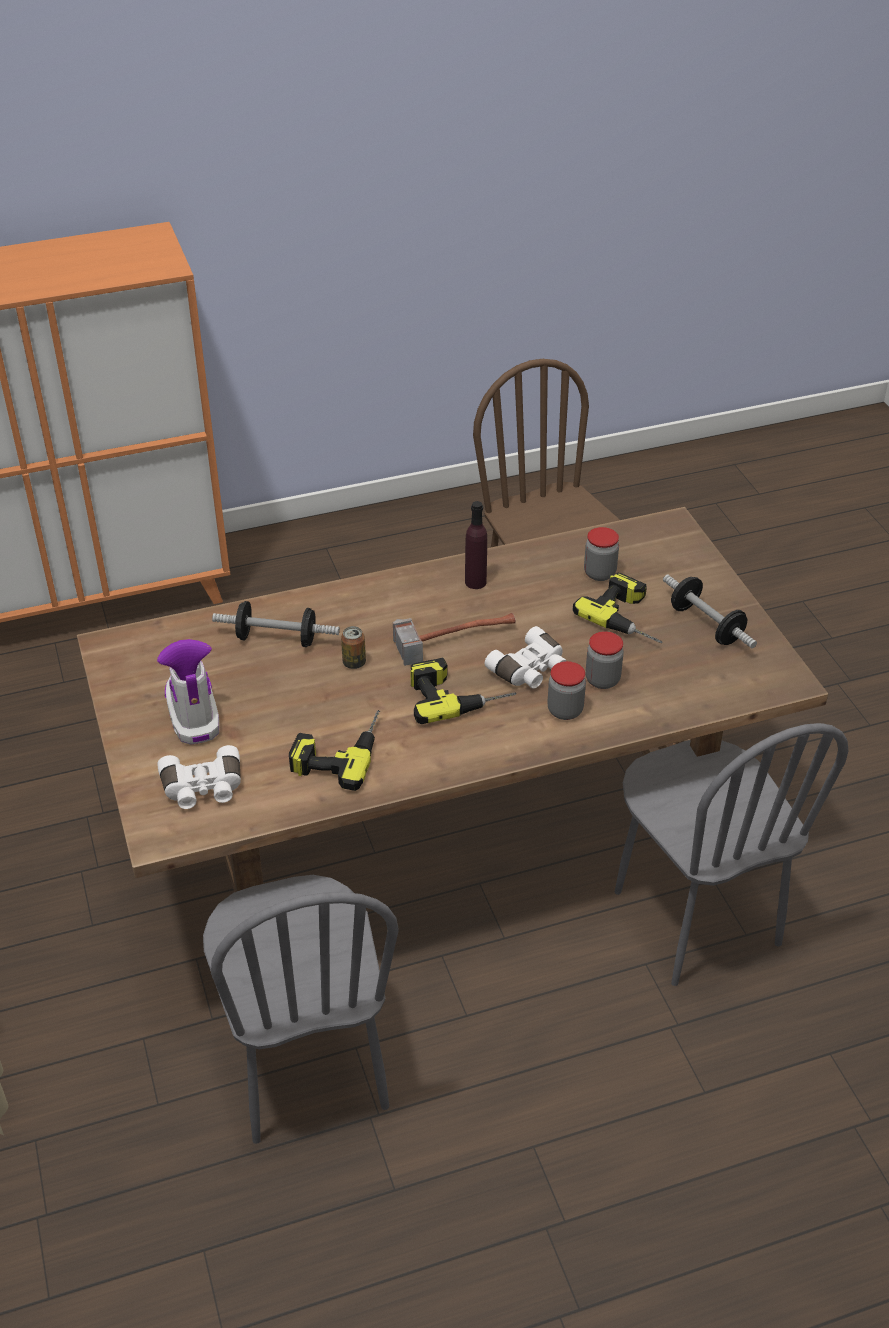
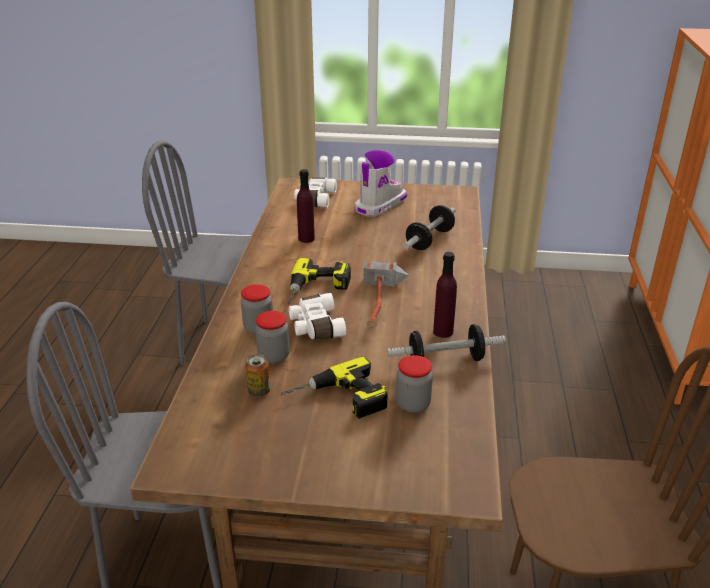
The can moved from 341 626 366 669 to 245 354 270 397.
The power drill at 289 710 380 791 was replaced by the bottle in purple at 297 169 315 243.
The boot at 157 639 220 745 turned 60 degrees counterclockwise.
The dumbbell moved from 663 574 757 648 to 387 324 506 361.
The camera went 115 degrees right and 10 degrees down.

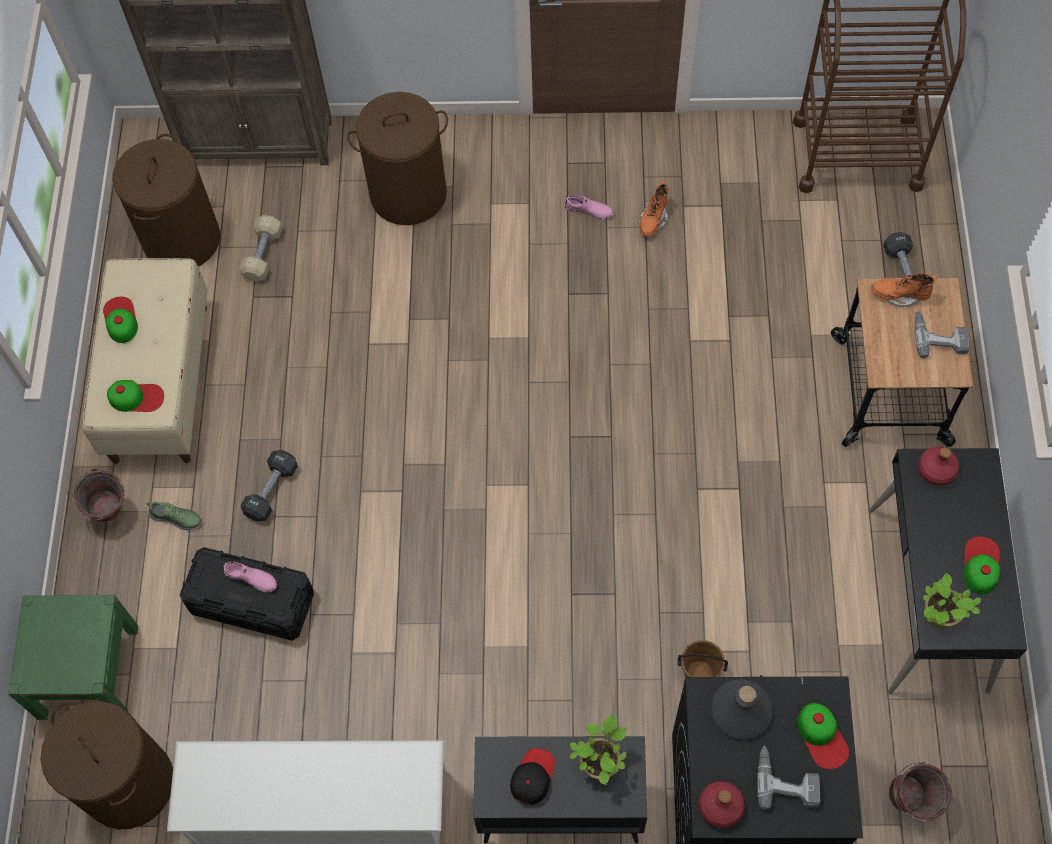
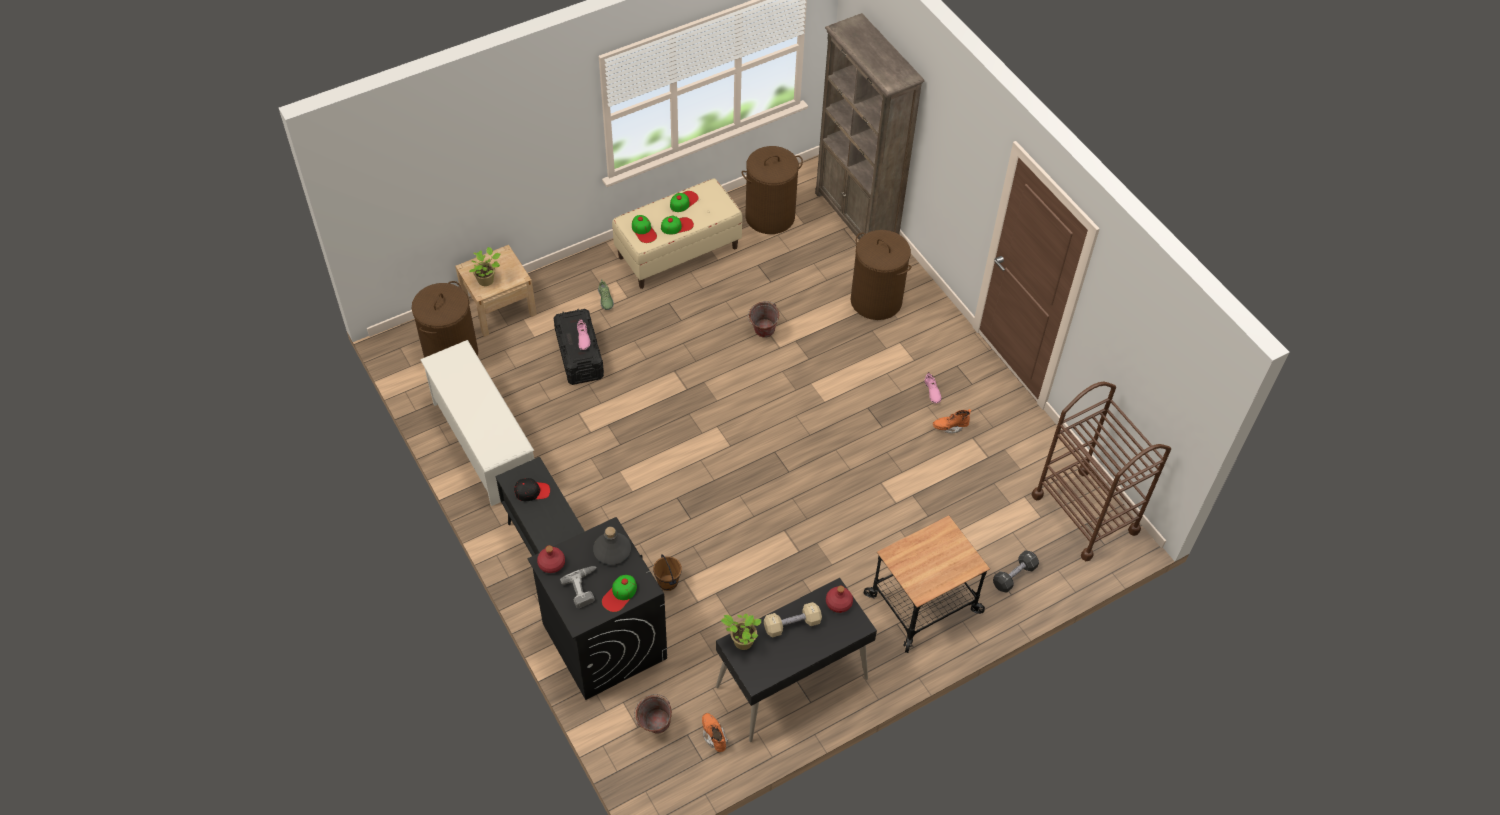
The nightstand in green at 8 595 138 720 became the nightstand in beige at 455 245 537 337.
The potted plant moved from 570 714 627 785 to 469 247 501 286.
The cap moved from 964 537 1000 594 to 661 216 694 235.
The boot in orange moved from 871 273 938 307 to 702 713 728 752.
The bucket moved from 71 469 124 522 to 748 301 779 338.
The dumbbell in beige moved from 239 215 282 282 to 764 602 822 637.
The dumbbell in black at 240 450 298 522 disappeared.
The power drill at 915 311 970 358 disappeared.
The camera went 55 degrees right and 10 degrees down.

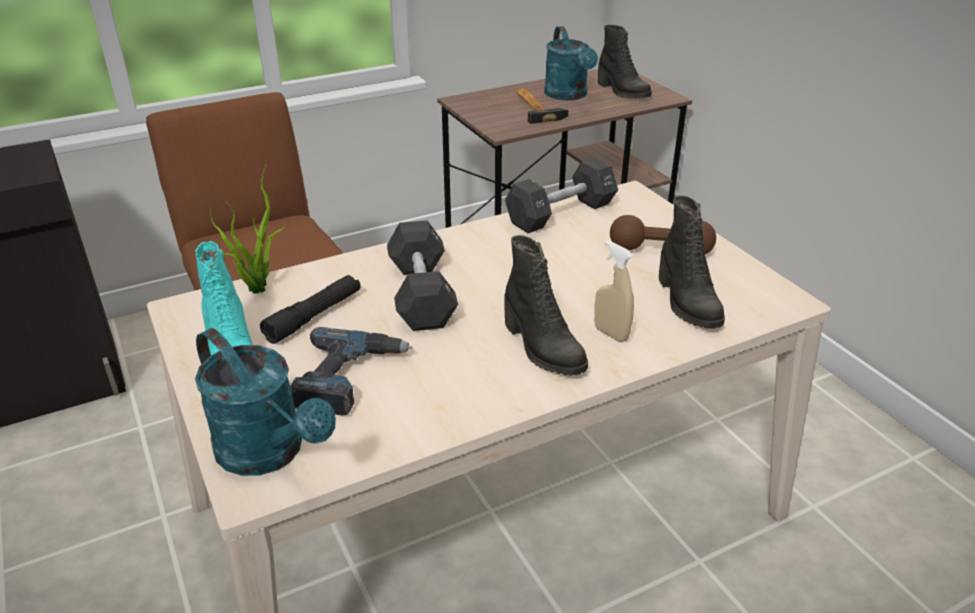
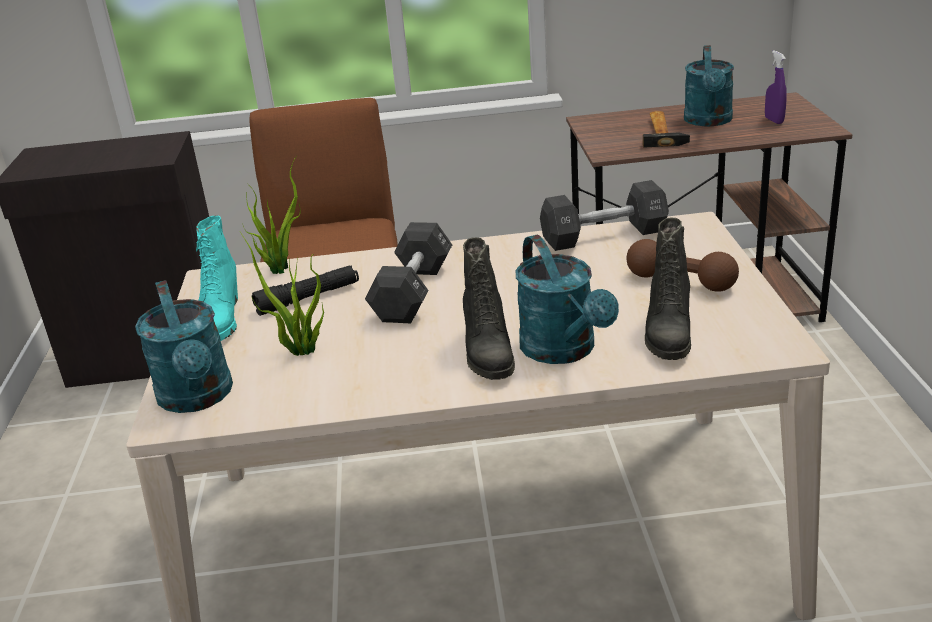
The power drill at 291 327 412 416 was replaced by the potted plant at 240 232 324 356.
The spray bottle in beige at 594 240 634 342 was replaced by the watering can in turquoise at 516 234 619 364.
The boot in black at 598 25 652 98 was replaced by the spray bottle in purple at 765 51 787 124.
The camera went 25 degrees right and 5 degrees down.

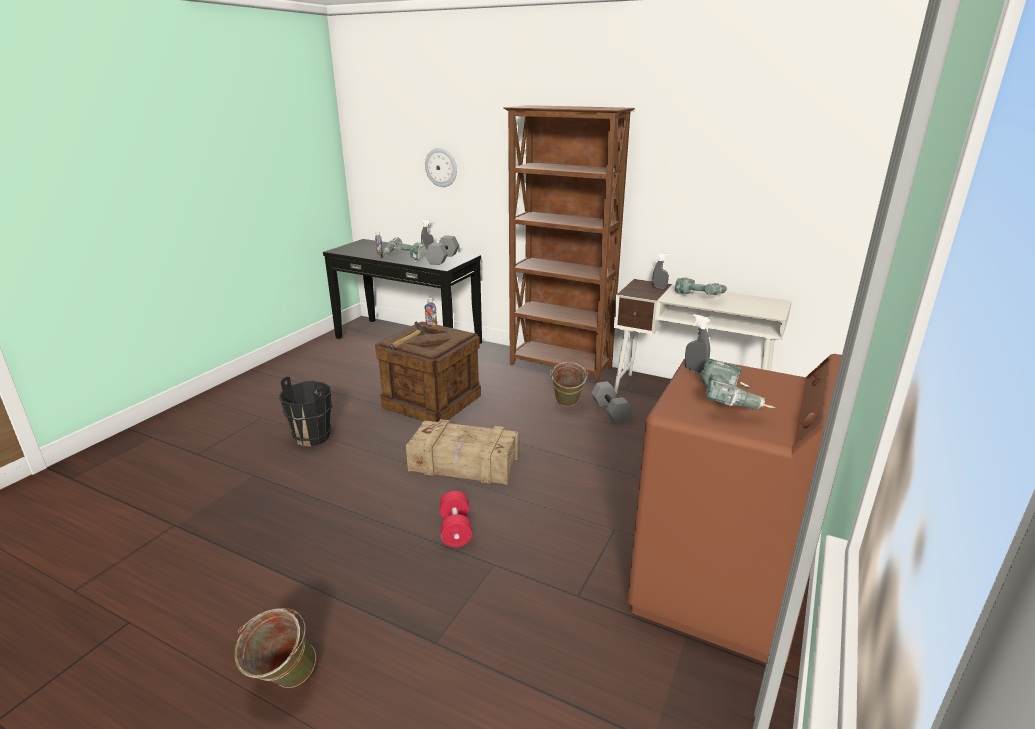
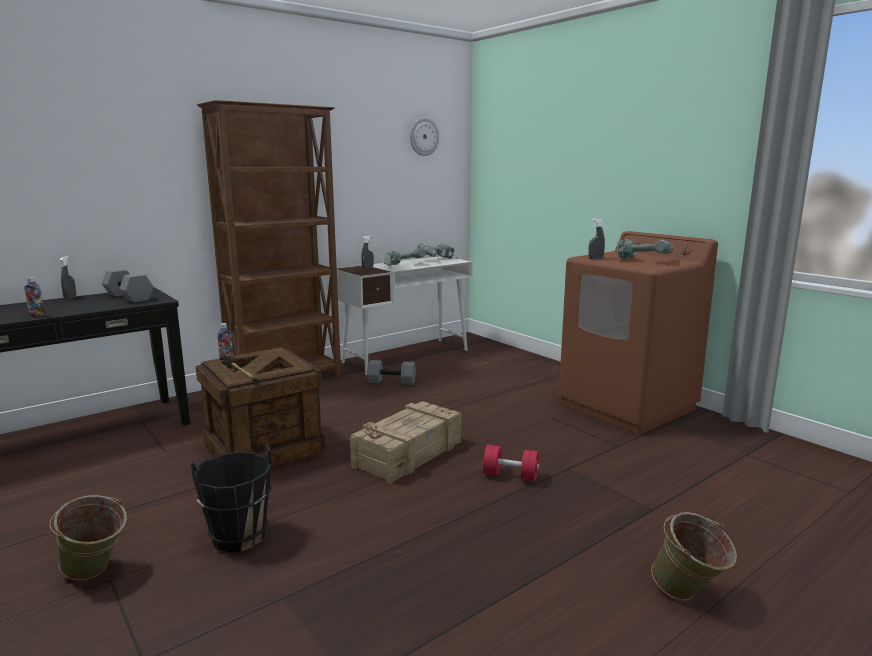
The bucket in green moved from 550 362 588 406 to 49 495 127 580.
The wall clock moved from 425 148 457 187 to 410 118 439 156.
The power drill moved from 382 237 426 263 to 417 243 458 259.
The camera went 65 degrees left and 10 degrees down.

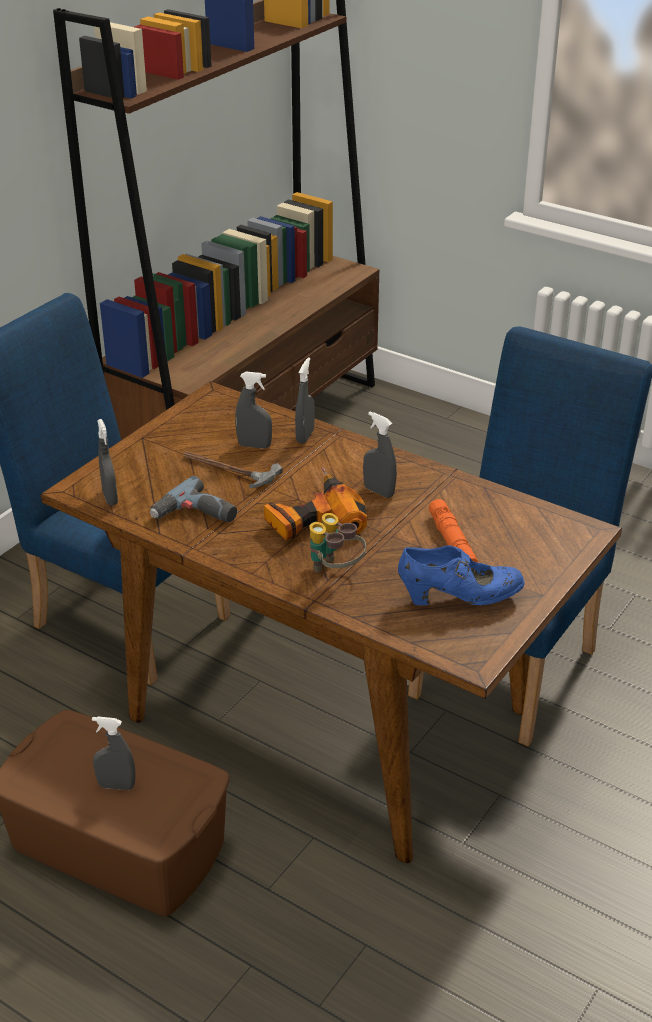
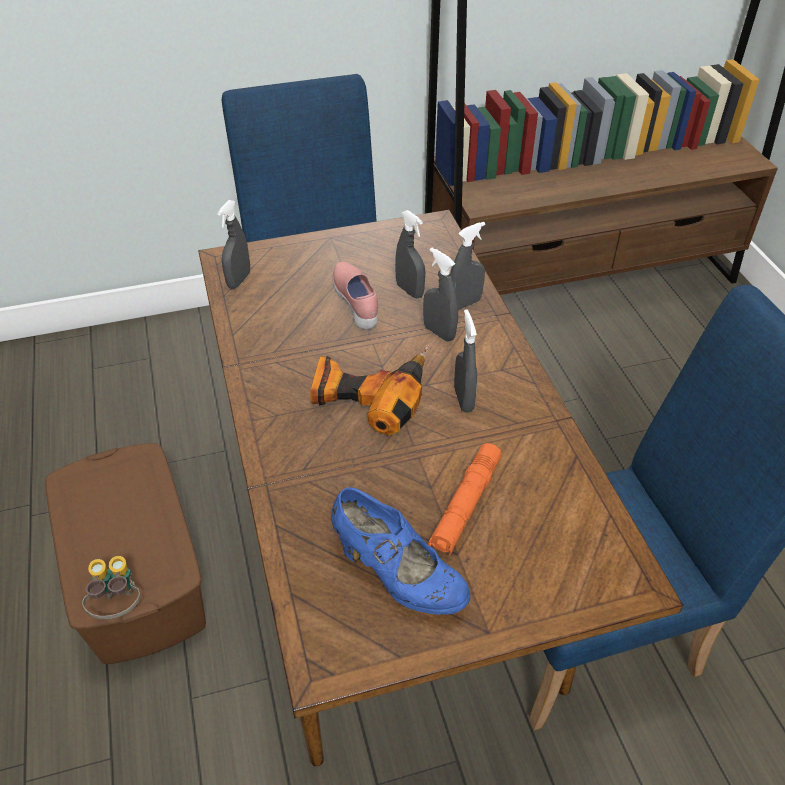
The binoculars moved from 310 513 366 573 to 82 556 141 619.
The hammer at 183 451 283 489 was replaced by the shoe in pink at 333 262 378 330.
The spray bottle in grey moved from 92 716 136 790 to 423 248 458 342.
The power drill at 150 476 237 523 disappeared.
The camera went 40 degrees right and 10 degrees up.

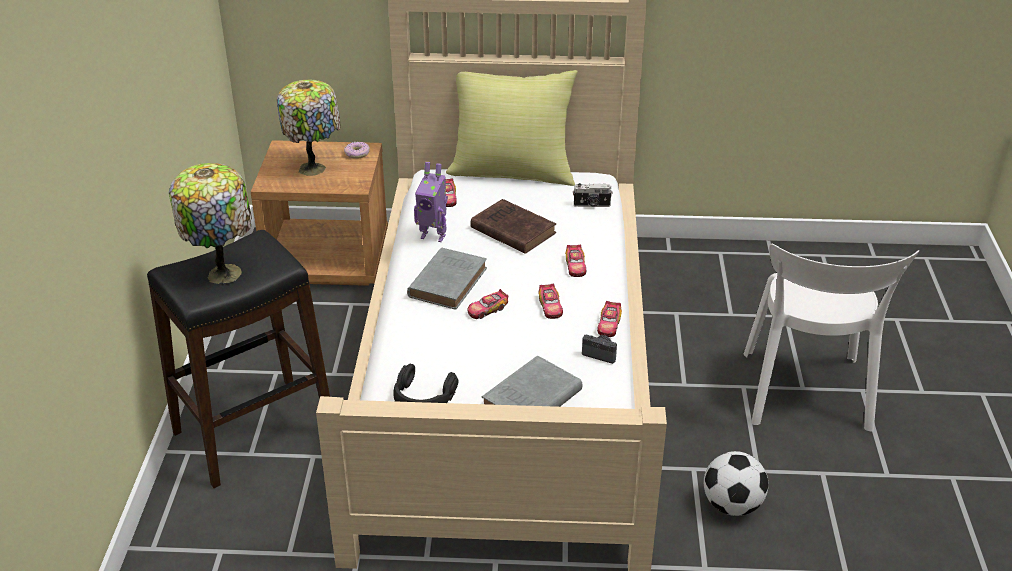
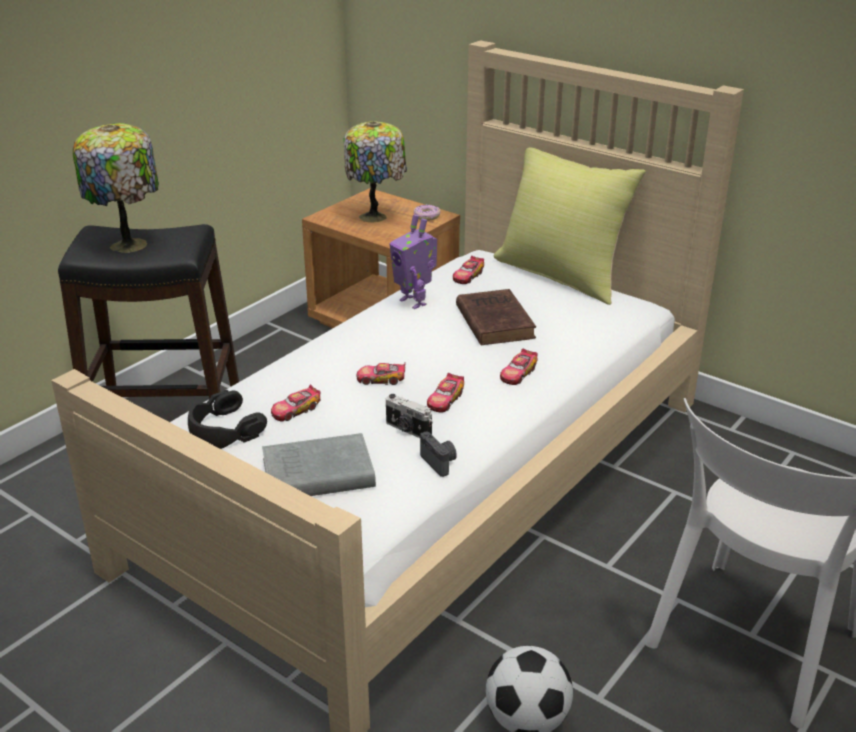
The toy car moved from 597 301 622 337 to 271 384 321 422.
The photo camera moved from 573 183 613 207 to 386 394 432 438.
The book in grey at 407 247 487 310 disappeared.
The camera went 35 degrees right and 5 degrees down.

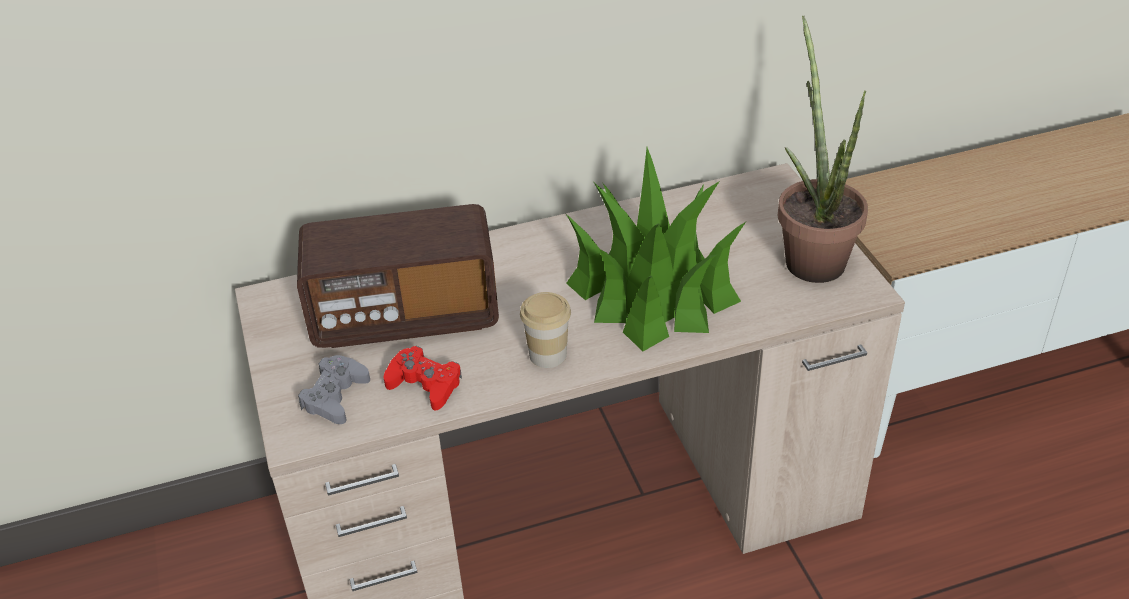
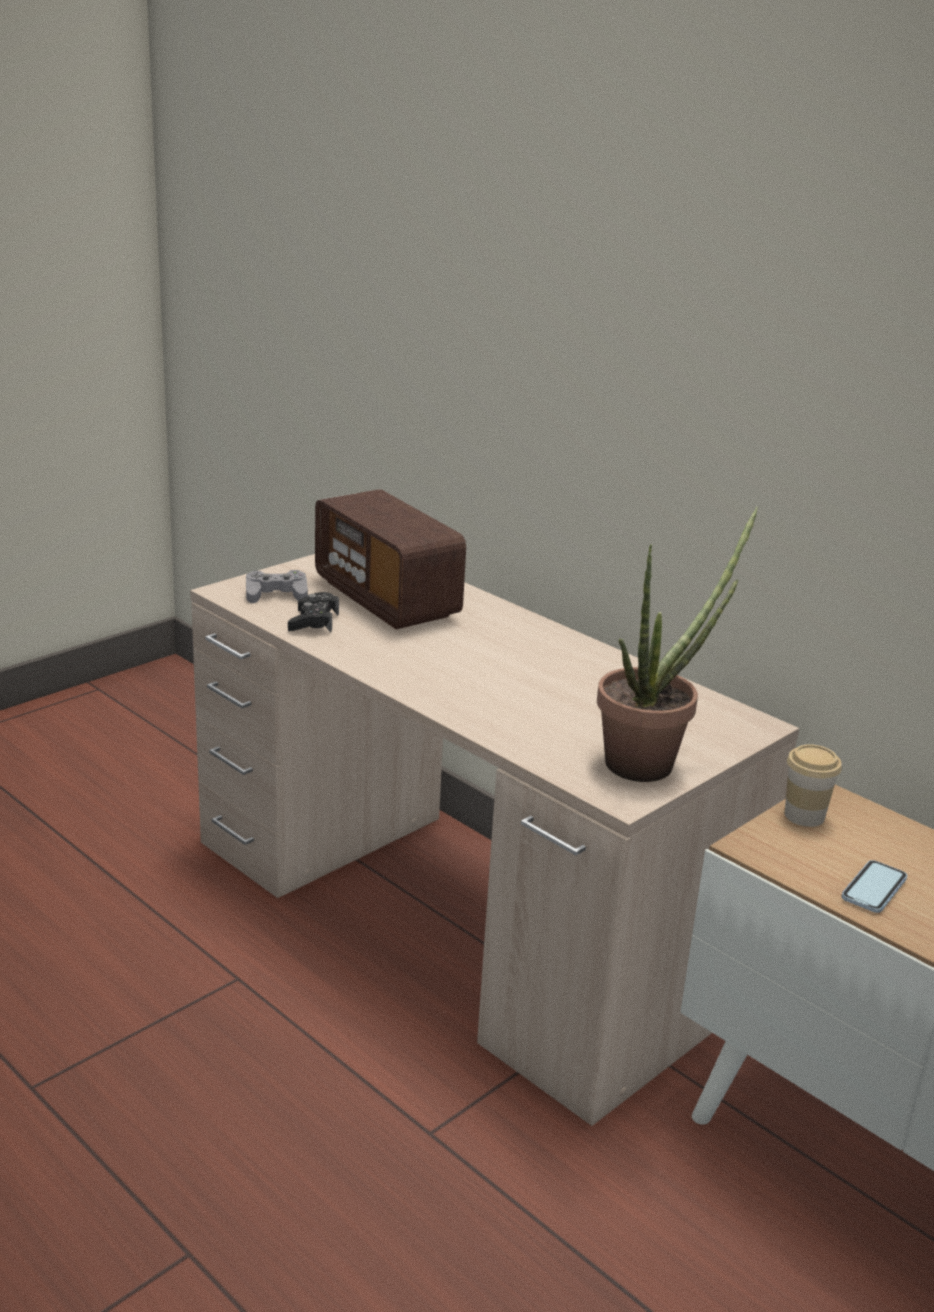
The game controller in red at 383 346 462 411 became the game controller in black at 288 592 339 632.
The cup moved from 520 292 571 368 to 785 744 842 827.
The phone at 841 860 907 913 appeared.
The potted plant at 565 147 746 351 disappeared.
The camera went 60 degrees right and 15 degrees down.

